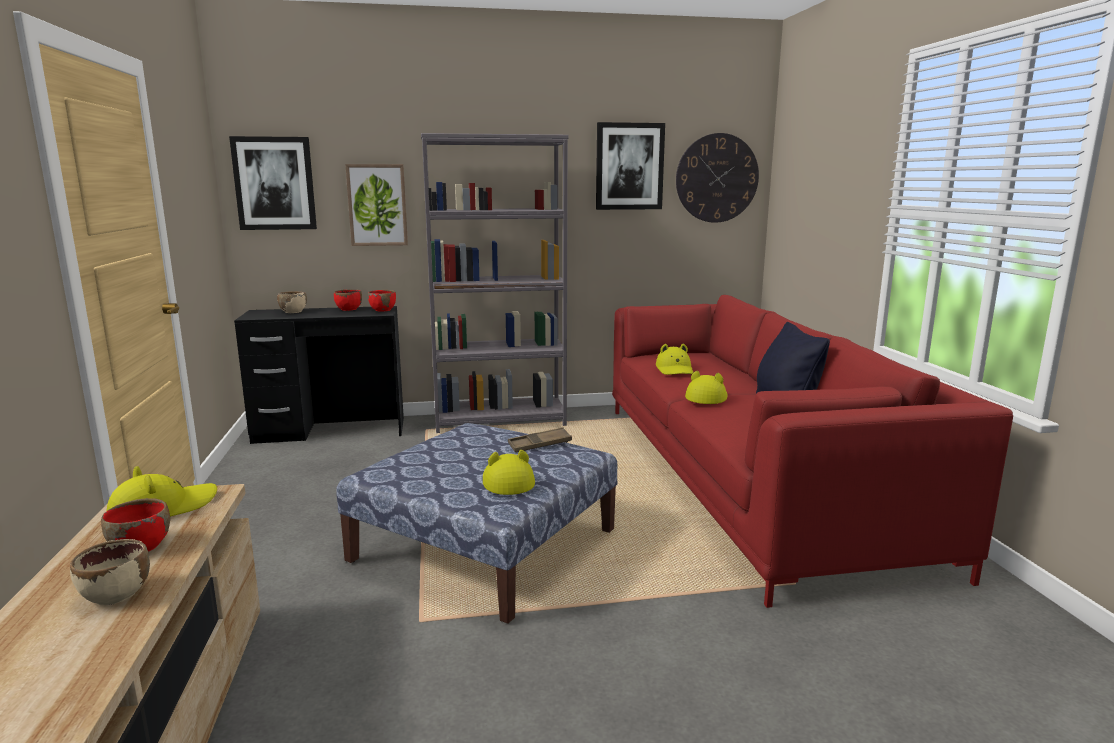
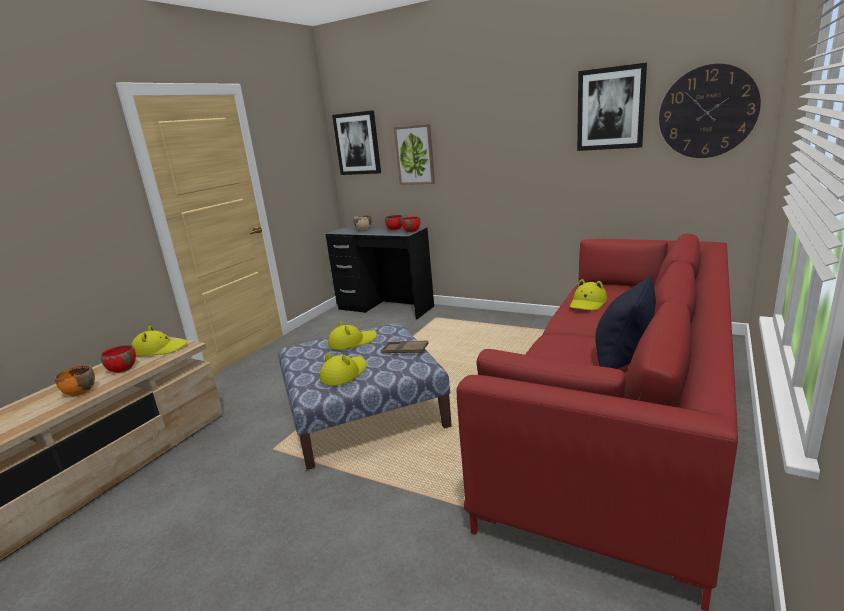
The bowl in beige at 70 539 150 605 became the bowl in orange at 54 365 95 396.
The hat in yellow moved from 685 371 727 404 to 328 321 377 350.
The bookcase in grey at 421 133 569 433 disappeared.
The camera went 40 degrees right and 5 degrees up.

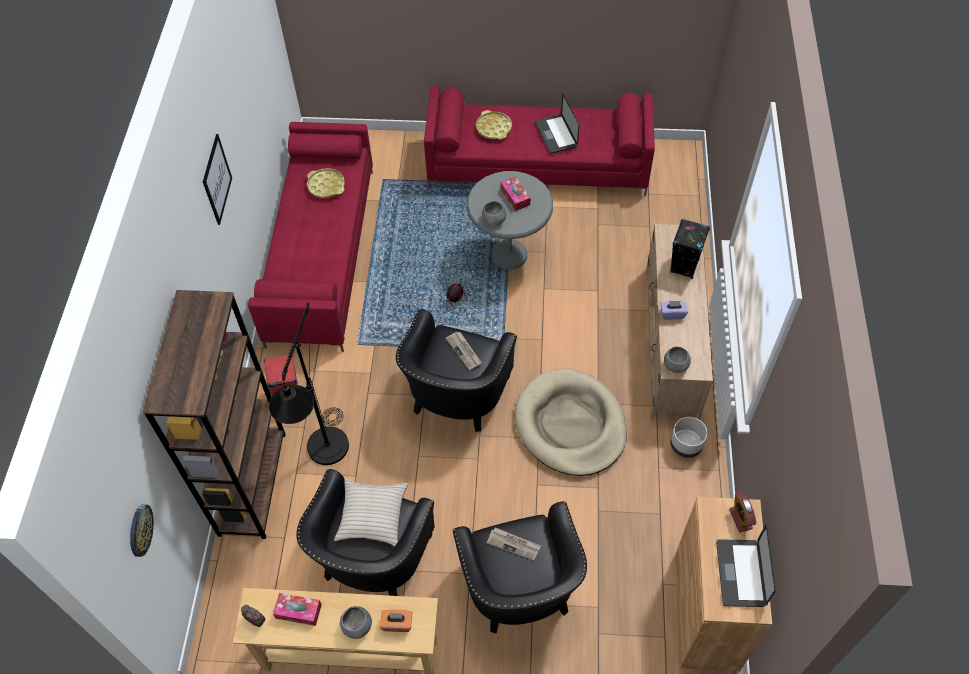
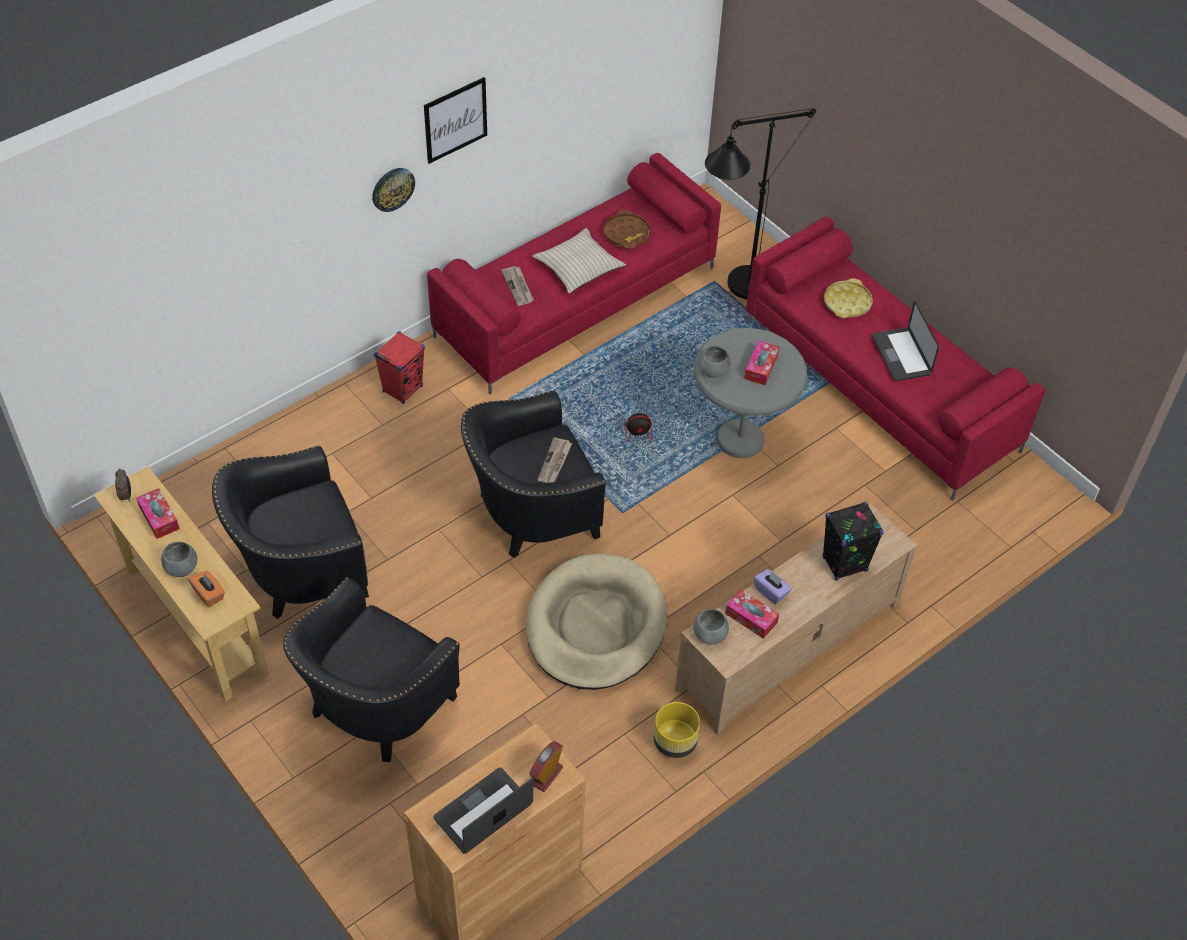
The wall clock moved from 130 504 154 557 to 372 168 415 212.
The newspaper moved from 487 527 541 561 to 501 266 534 306.
The pillow in beige moved from 334 479 408 546 to 532 228 626 294.
The tray in yellow at 307 168 345 198 became the tray in brown at 604 210 651 249.
The planter in grey at 670 417 707 458 became the planter in yellow at 653 702 700 758.
The floor lamp in black moved from 269 302 349 465 to 705 108 816 299.
The tissue box at 725 589 779 639 appeared.
The laptop at 535 93 579 154 turned 45 degrees counterclockwise.
The bookcase in brown at 142 290 286 539 disappeared.
The camera went 45 degrees right and 5 degrees down.

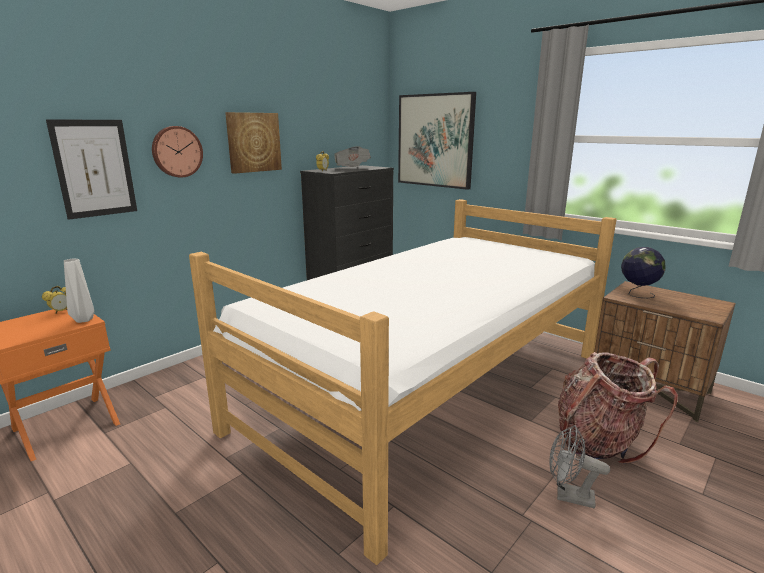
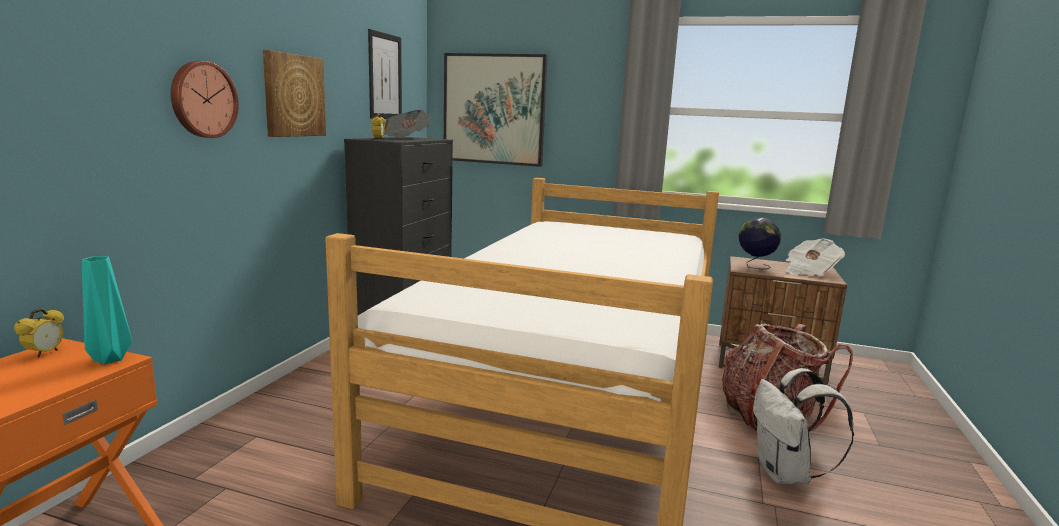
The vase in grey at 64 258 94 323 became the vase in turquoise at 82 256 132 364.
The picture moved from 46 119 137 220 to 368 29 402 119.
The fan in grey at 549 425 610 509 was replaced by the backpack in white at 753 368 854 484.
The newspaper at 786 239 845 276 appeared.
The camera went 25 degrees left and 5 degrees down.

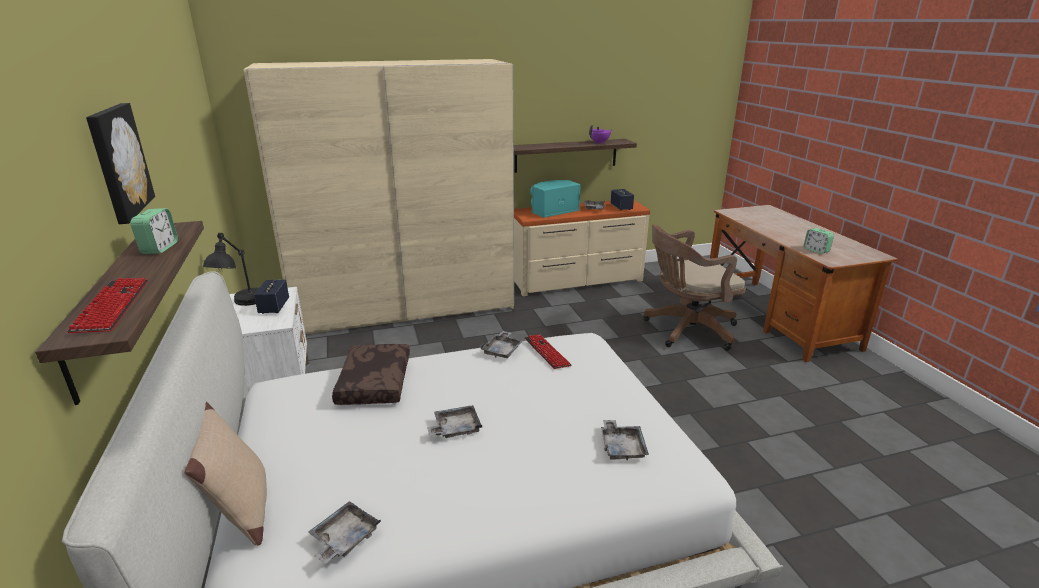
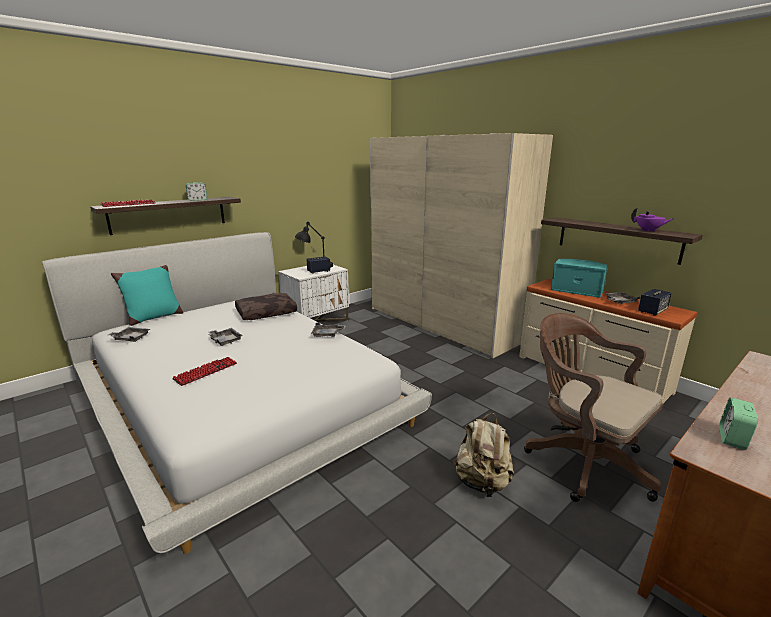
The pillow in beige at 184 402 267 546 became the pillow in turquoise at 111 265 183 326.
The keyboard moved from 524 334 572 369 to 172 357 237 386.
The backpack in beige at 453 413 514 497 appeared.
The picture at 86 103 155 224 disappeared.
The tray in grey at 601 420 649 460 disappeared.
The camera went 65 degrees right and 5 degrees down.

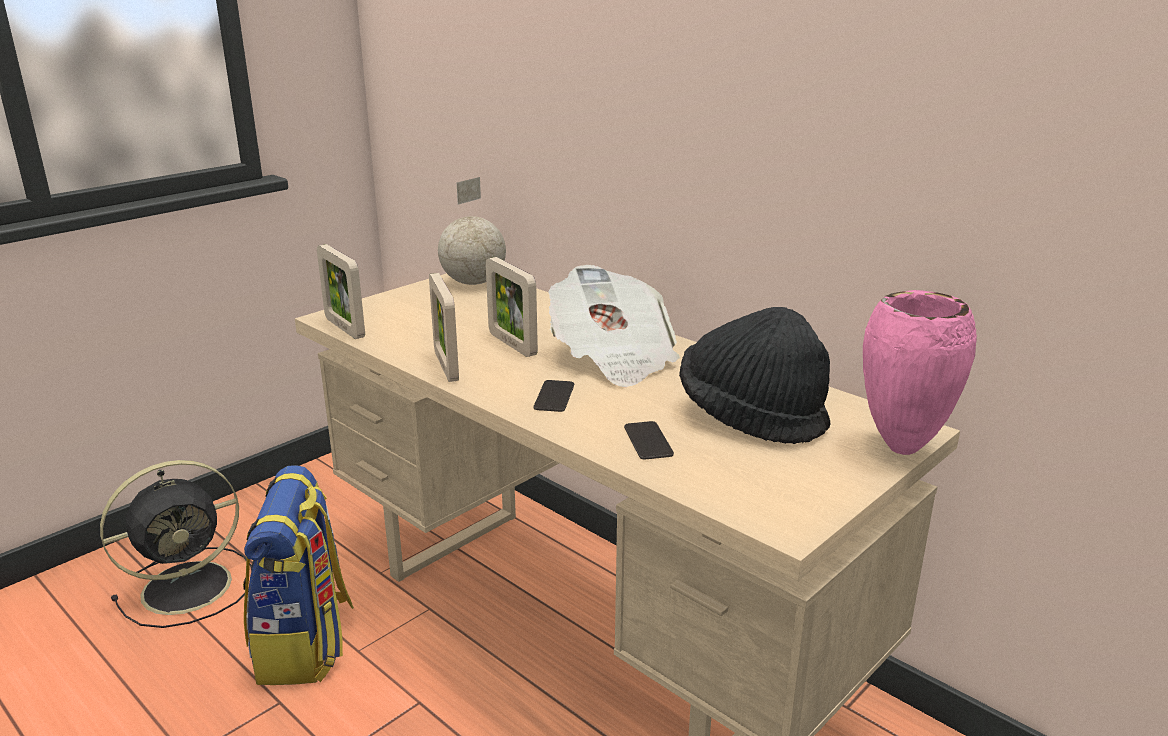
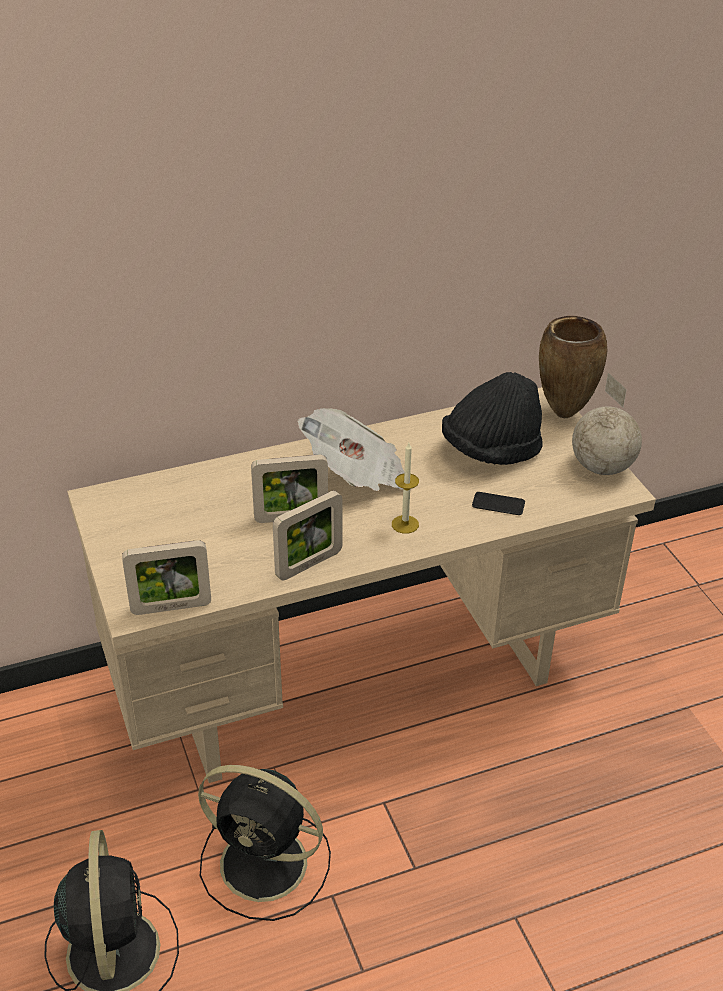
The backpack at 243 465 354 685 was replaced by the fan in black at 198 765 331 921.
The picture frame at 429 273 459 382 turned 45 degrees counterclockwise.
The phone at 533 380 574 412 was replaced by the candle at 392 443 419 534.
The vase in pink at 863 290 977 455 became the vase in brown at 539 316 607 418.
The globe moved from 438 177 506 285 to 572 373 642 475.
The camera went 65 degrees left and 15 degrees up.

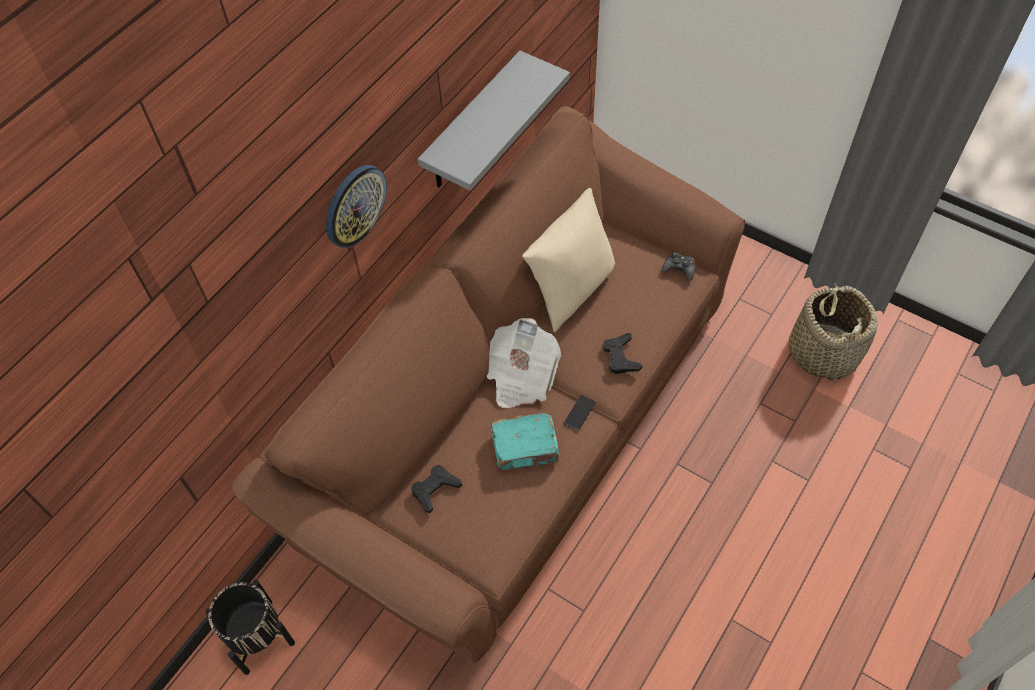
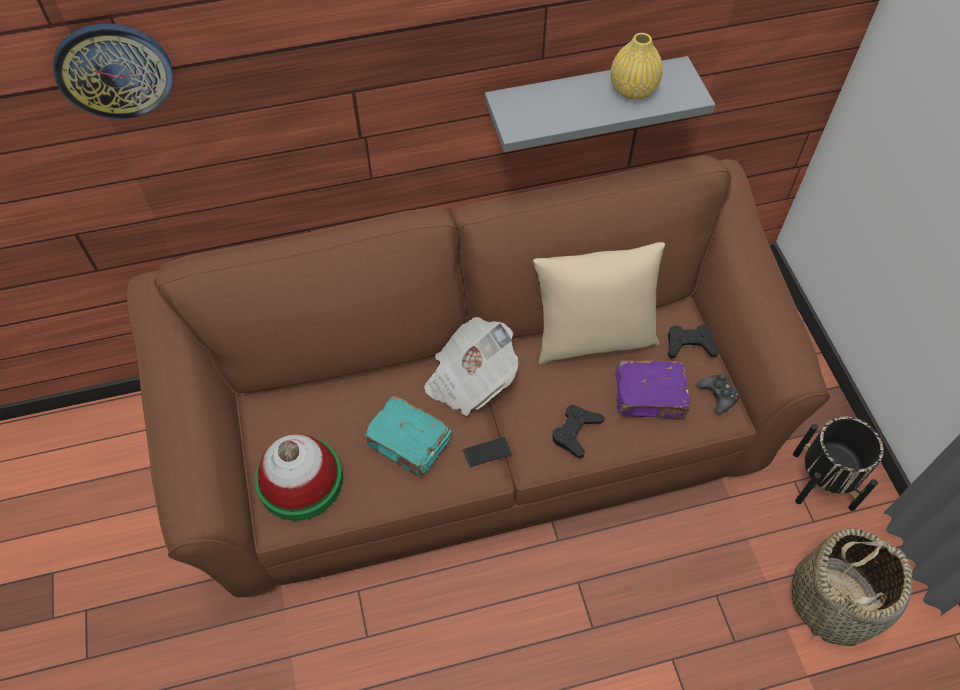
The wall clock moved from 326 165 387 248 to 53 24 173 119.
The hat at 255 434 343 521 appeared.
The vase in yellow at 611 33 663 100 appeared.
The book in purple at 615 360 690 419 appeared.
The game controller in black moved from 411 465 462 513 to 668 325 719 359.
The planter in black moved from 206 580 295 675 to 793 416 884 511.
The camera went 40 degrees right and 0 degrees up.

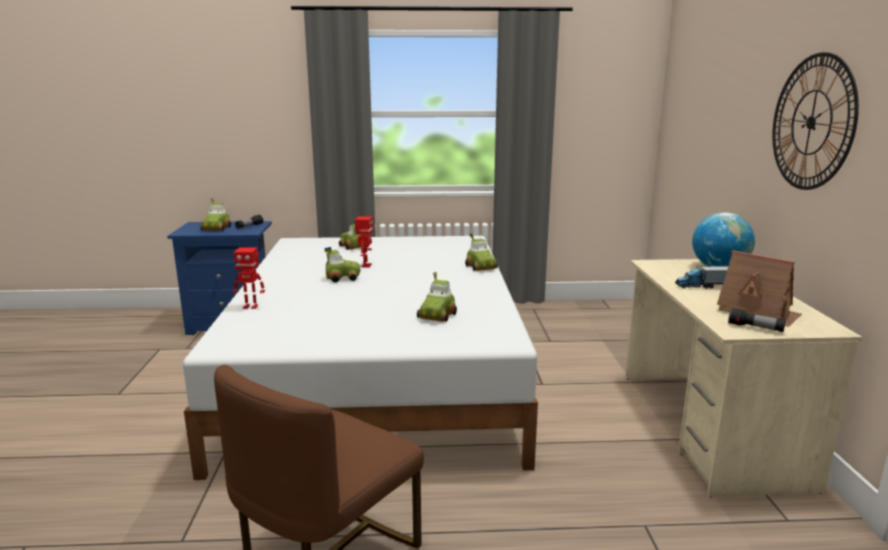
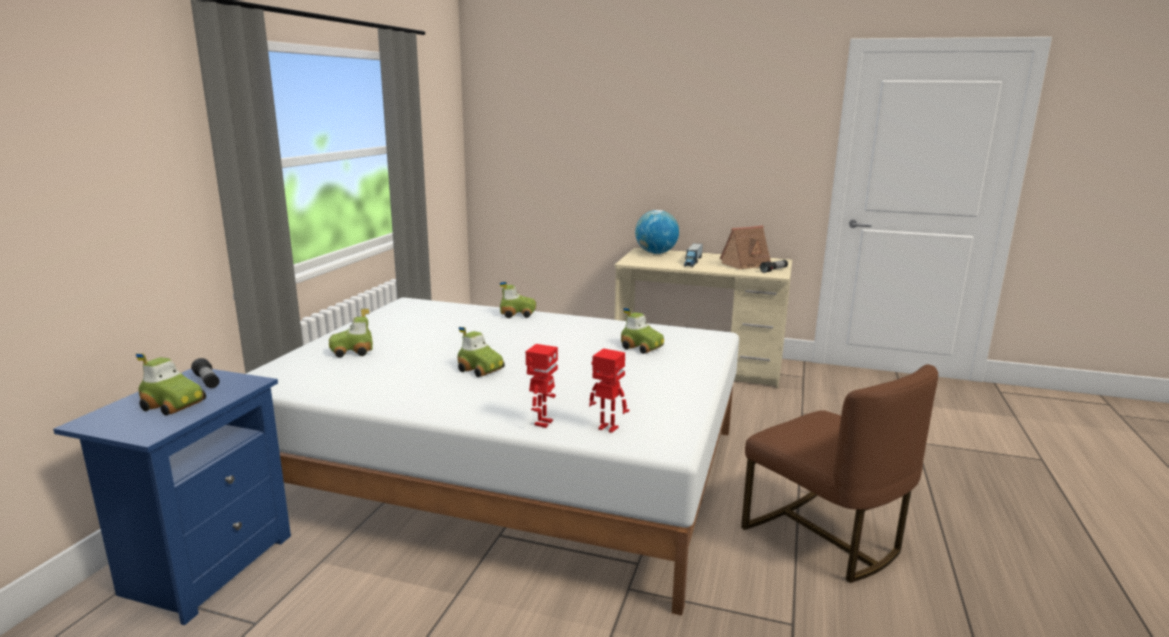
The toy car at 325 247 361 283 turned 120 degrees clockwise.
The toy robot moved from 355 216 373 268 to 589 348 629 433.
The wall clock at 772 52 859 190 disappeared.
The camera went 70 degrees left and 0 degrees up.

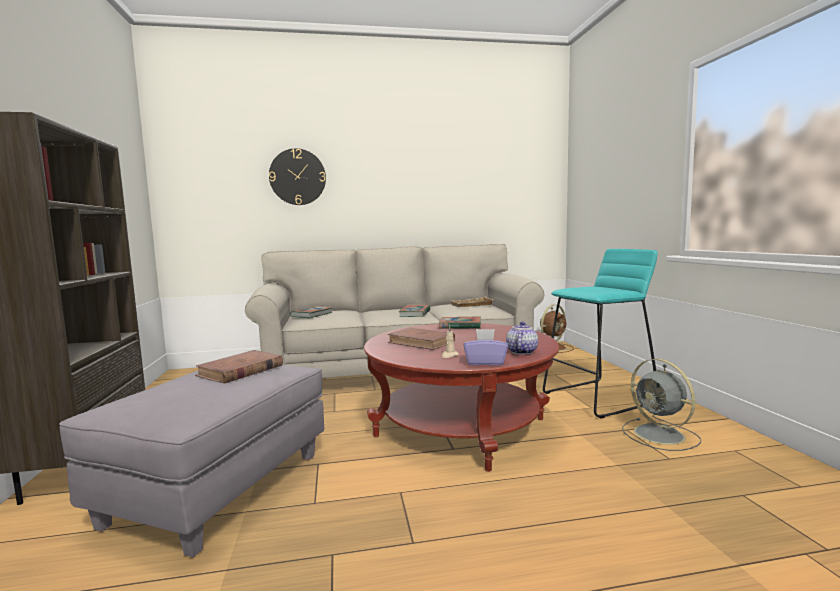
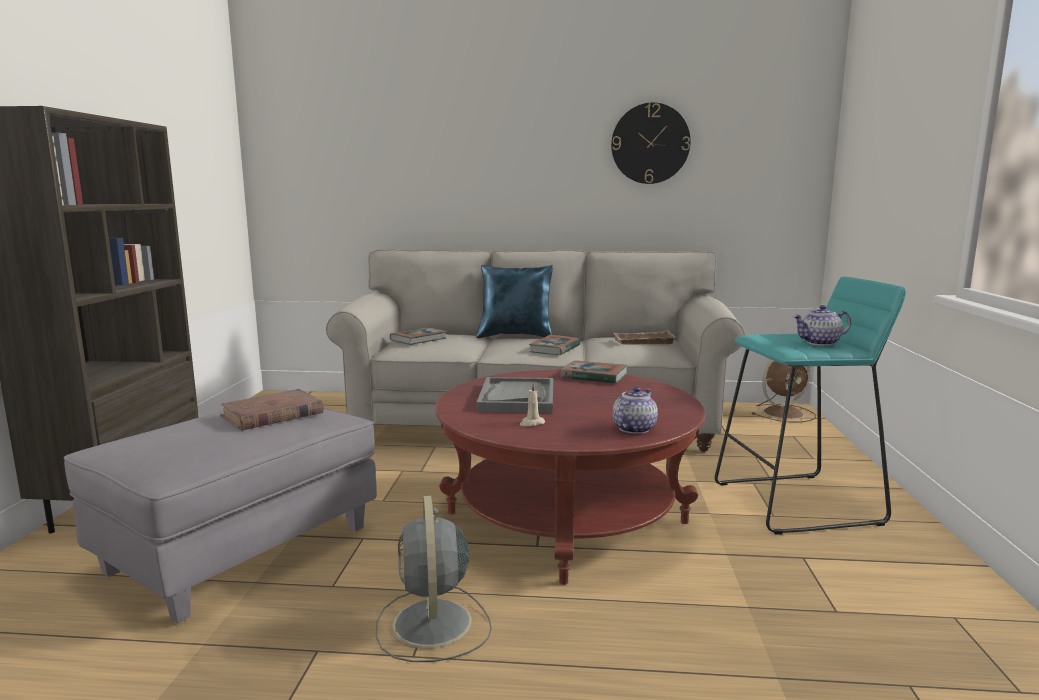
The fan in grey moved from 622 359 701 451 to 375 495 492 662.
The pillow in blue at 476 265 554 338 appeared.
The book in brown at 388 328 455 350 was replaced by the tray in grey at 476 377 553 413.
The wall clock moved from 269 148 326 205 to 611 102 691 184.
The teapot at 793 305 851 346 appeared.
The tissue box in purple at 463 329 508 365 disappeared.
The camera went 15 degrees right and 5 degrees up.

